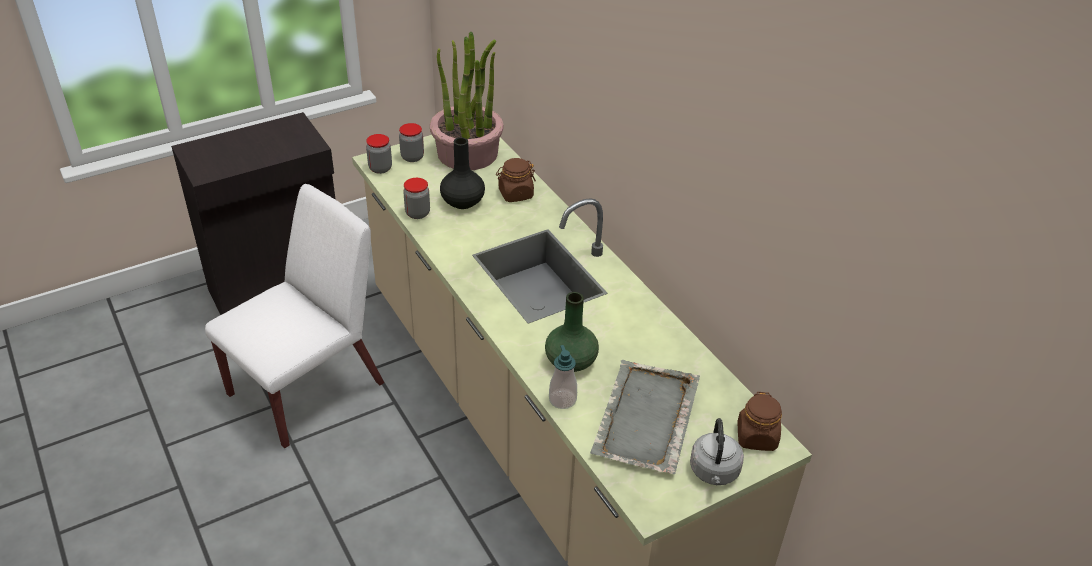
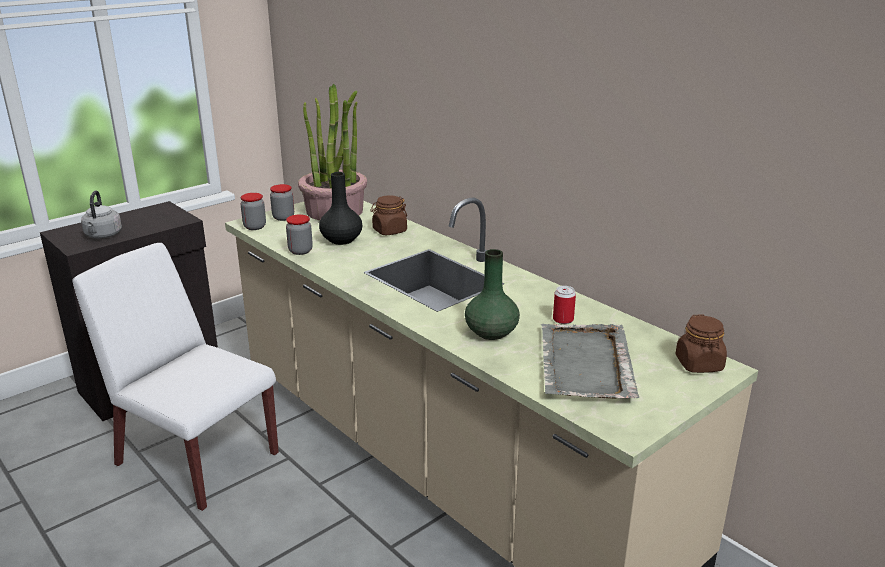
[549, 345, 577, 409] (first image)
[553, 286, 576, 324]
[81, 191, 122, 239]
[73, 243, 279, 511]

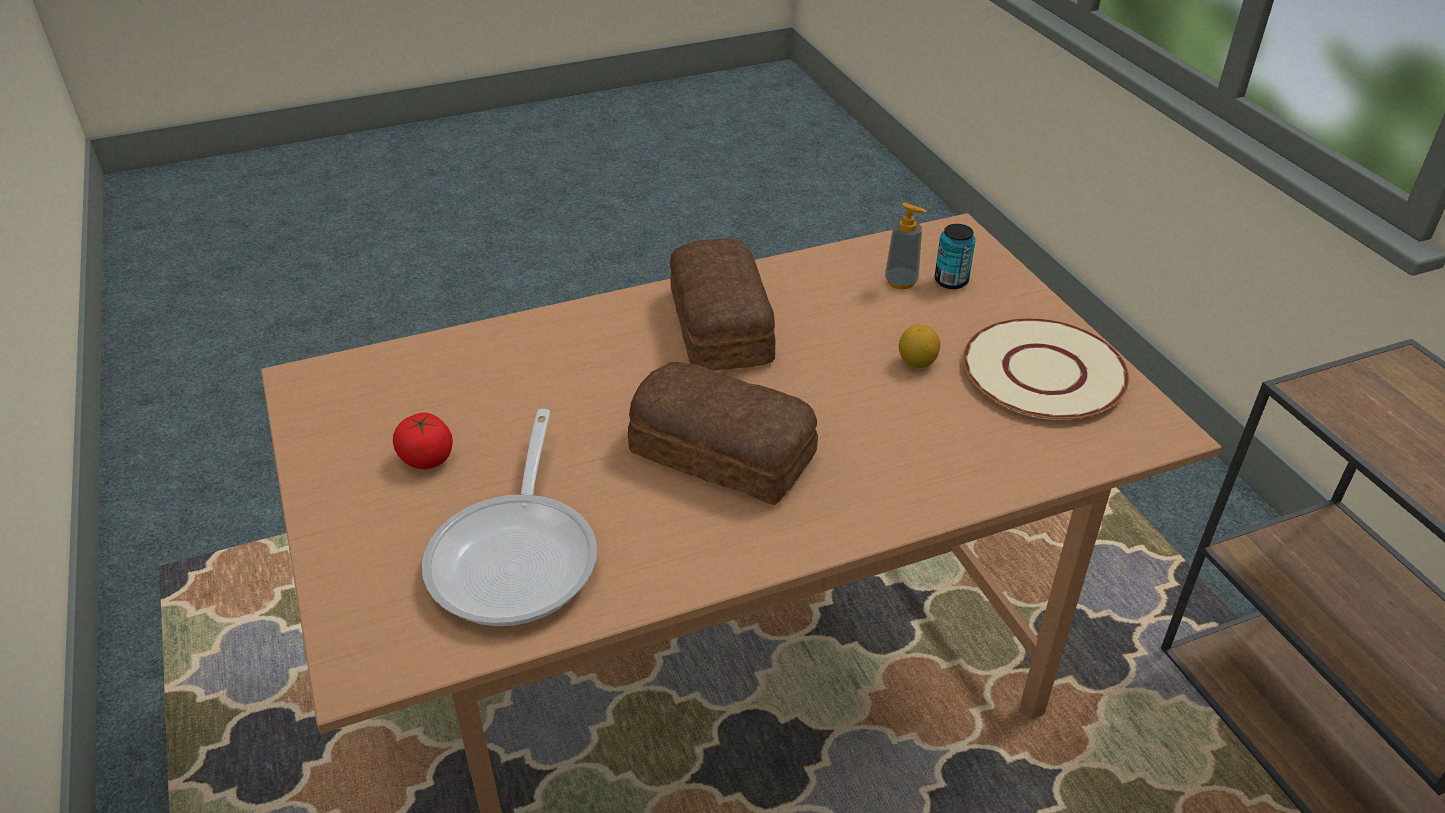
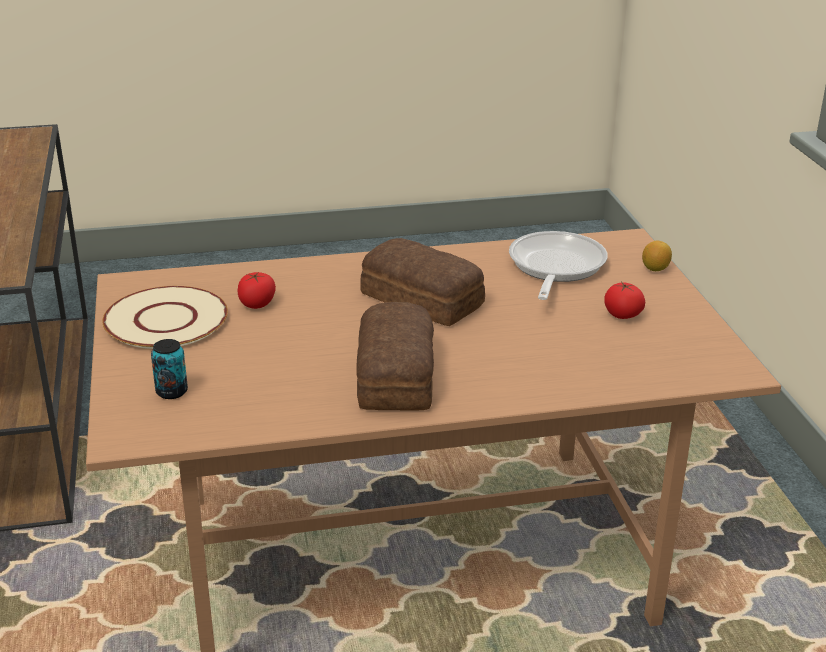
[885, 202, 927, 289] (first image)
[238, 272, 276, 309]
[642, 241, 672, 271]

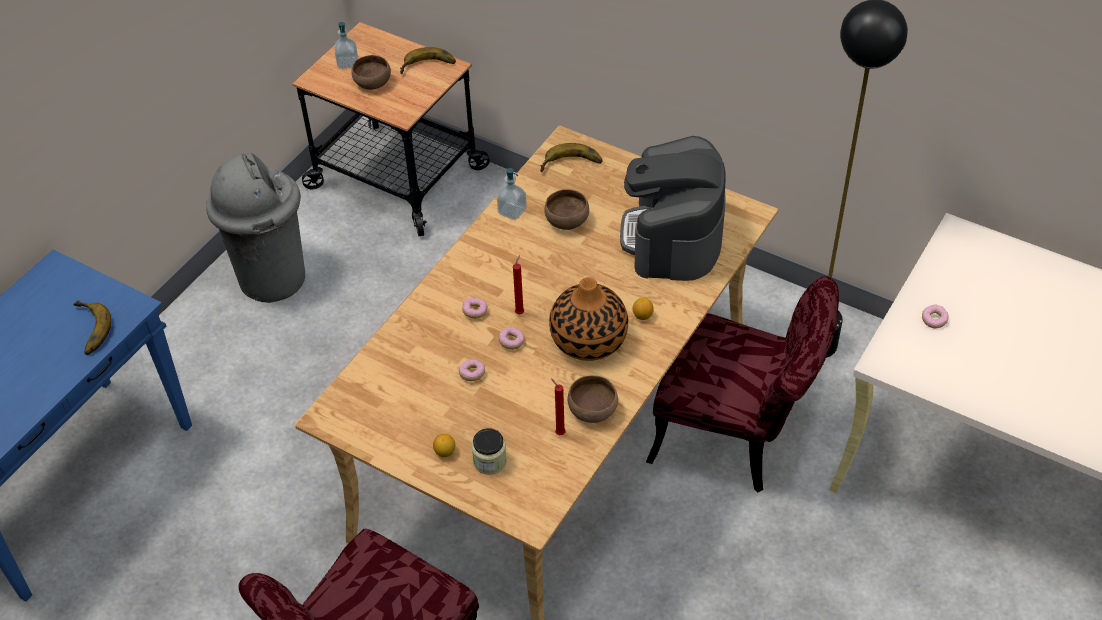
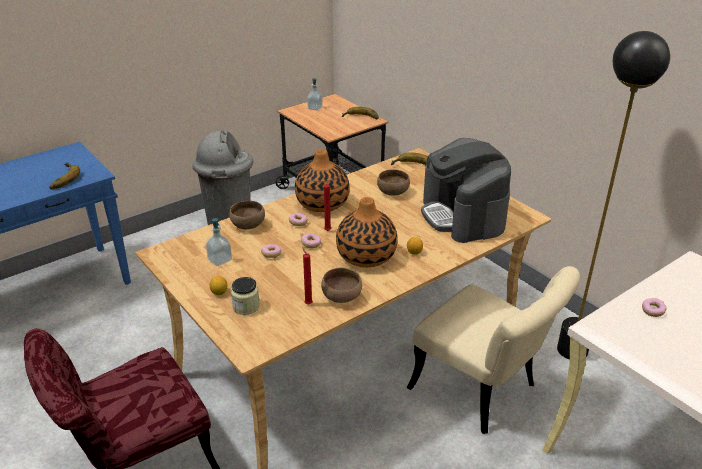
[295, 149, 350, 212]
[229, 201, 265, 229]
[206, 218, 232, 266]
[407, 266, 580, 434]
[421, 138, 511, 243]

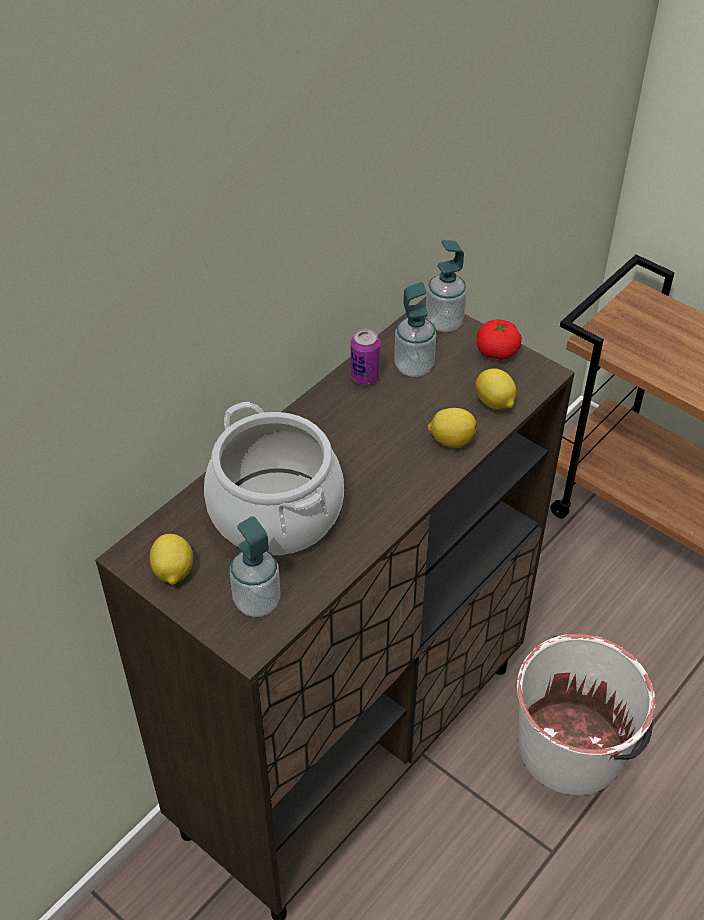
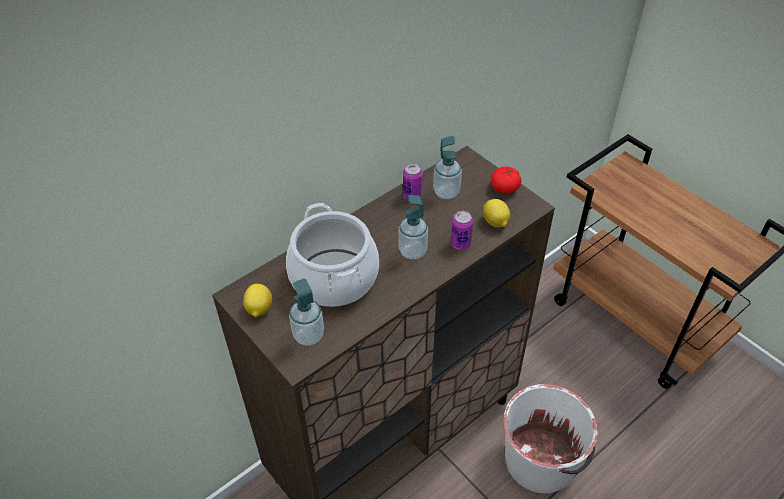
[398, 195, 428, 259]
[451, 211, 473, 250]

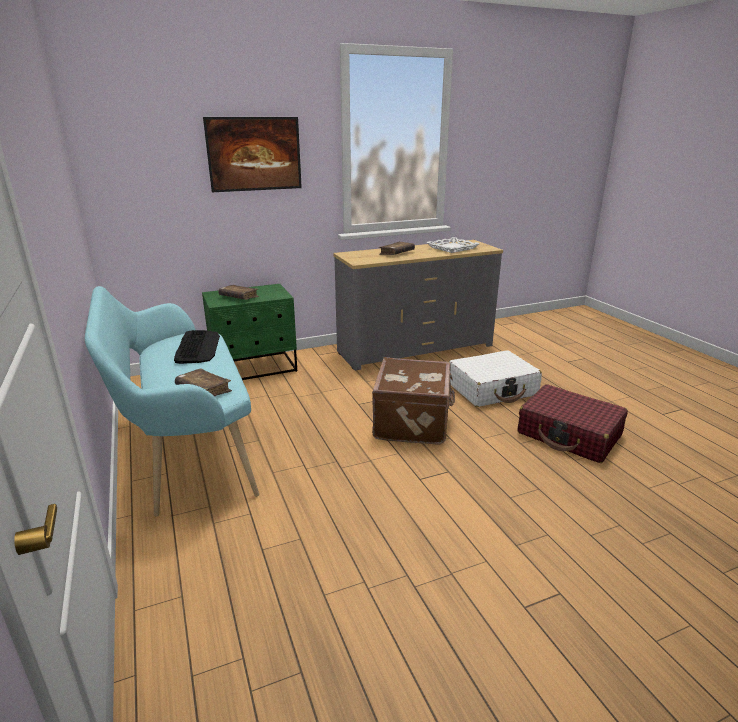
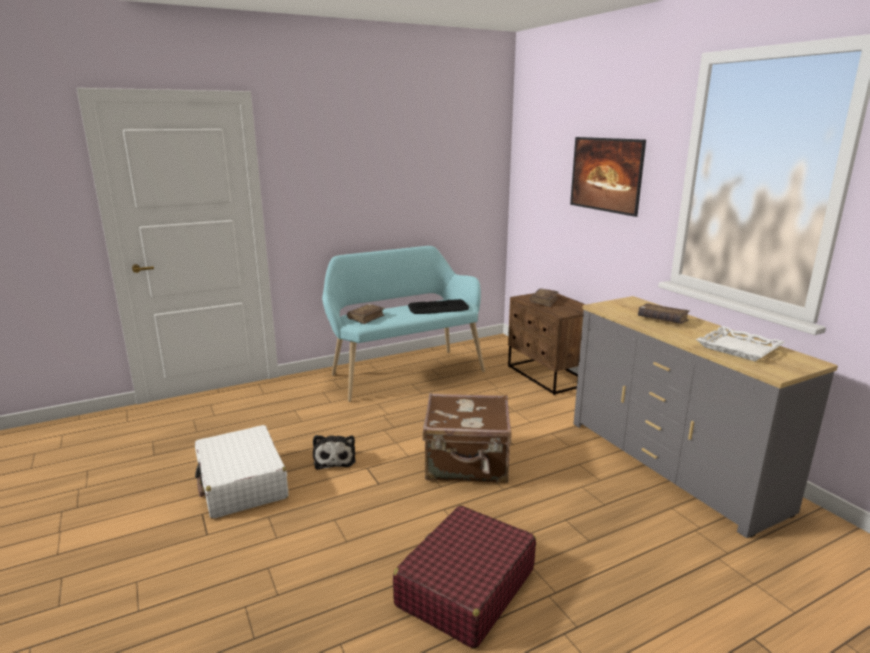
[313, 435, 356, 470]
[195, 425, 288, 519]
[508, 293, 586, 395]

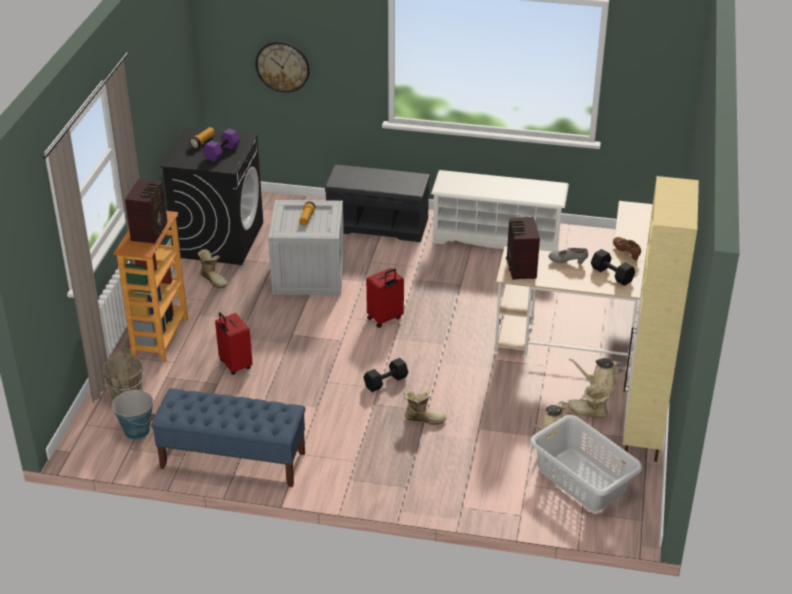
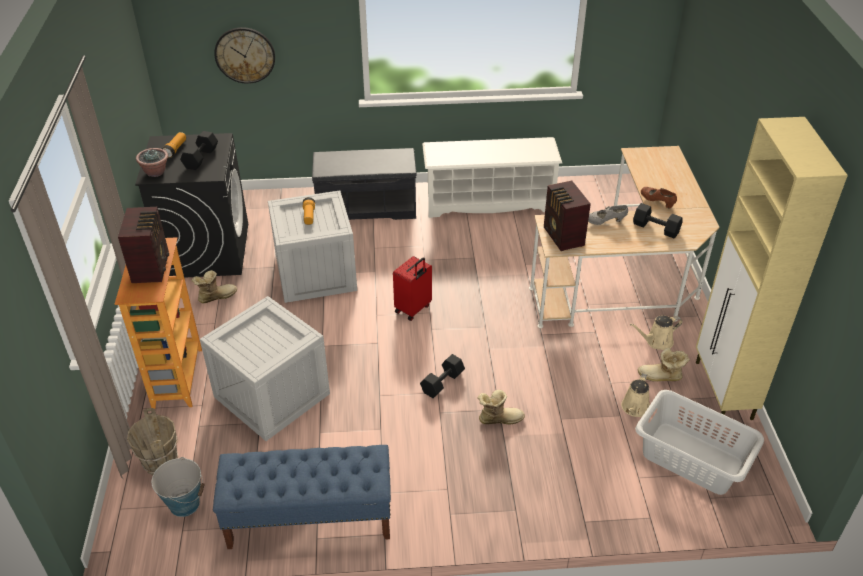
[136, 148, 168, 177]
[200, 296, 330, 441]
[180, 131, 218, 170]
[191, 270, 237, 303]

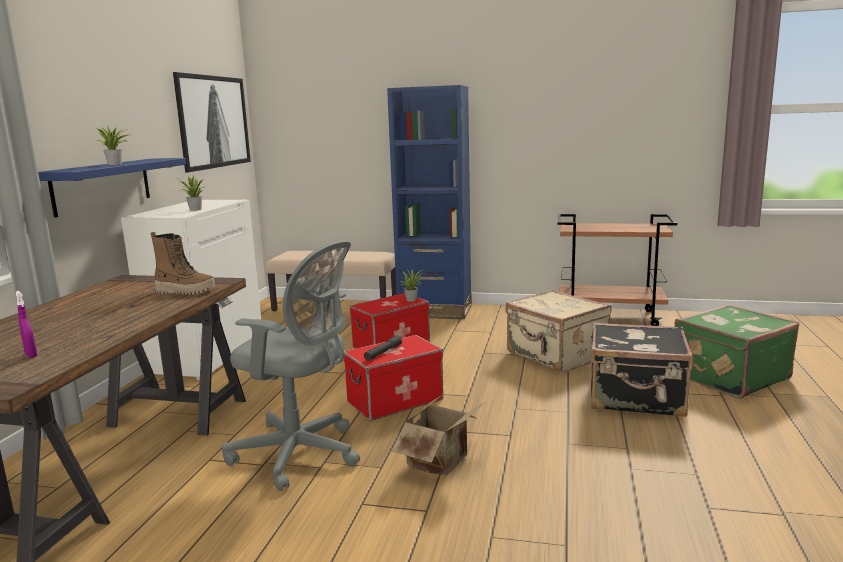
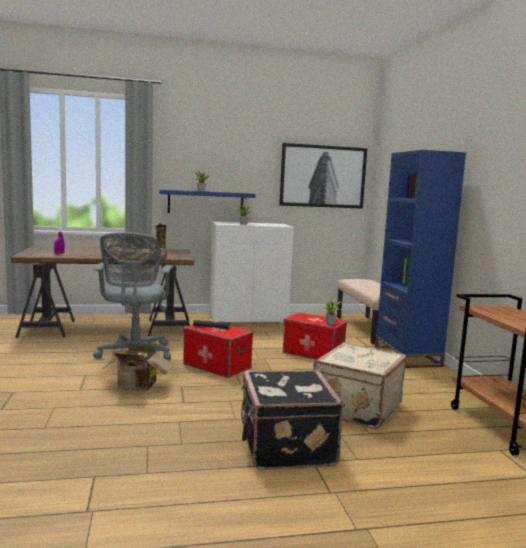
[674, 304, 800, 399] (first image)

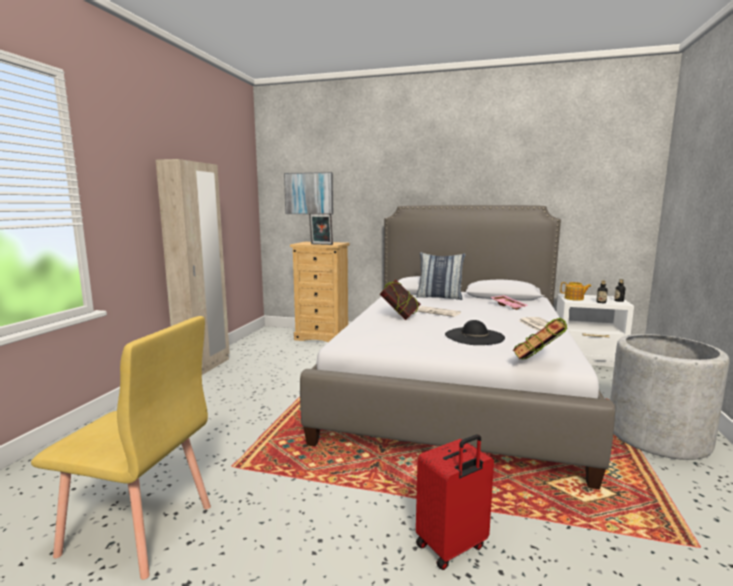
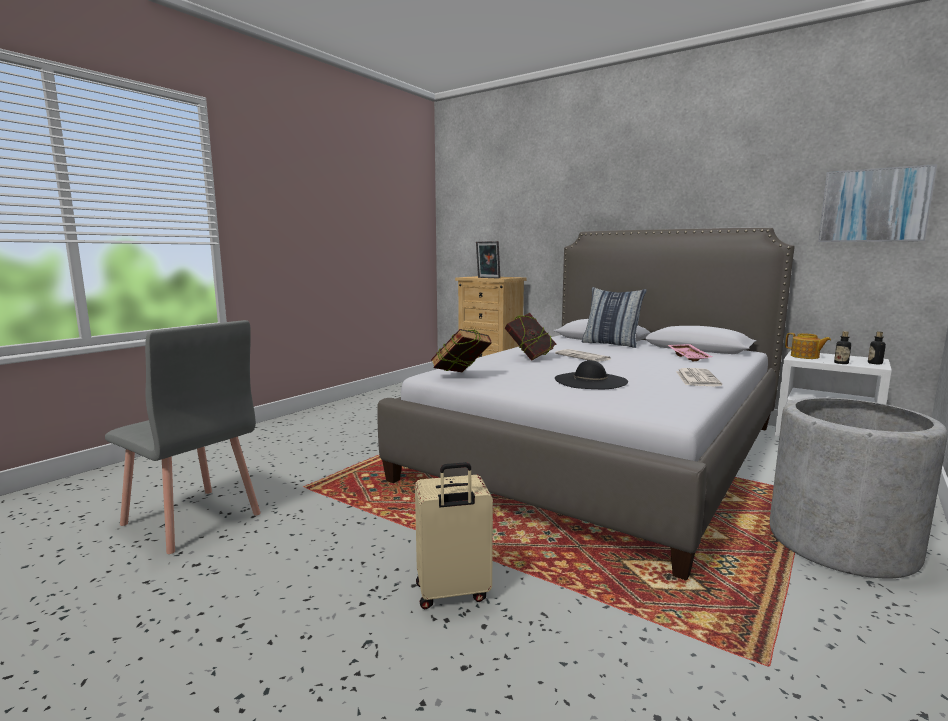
[156, 159, 230, 375] (first image)
[818, 164, 937, 242]
[431, 329, 492, 372]
[105, 320, 261, 554]
[415, 462, 493, 609]

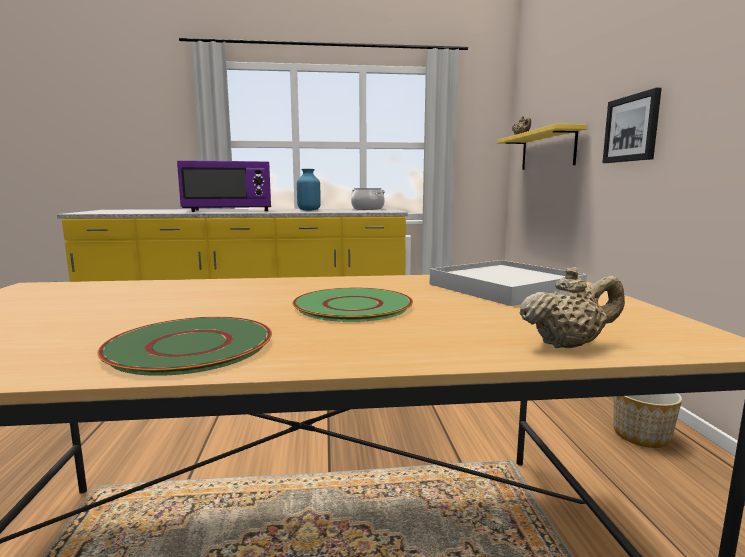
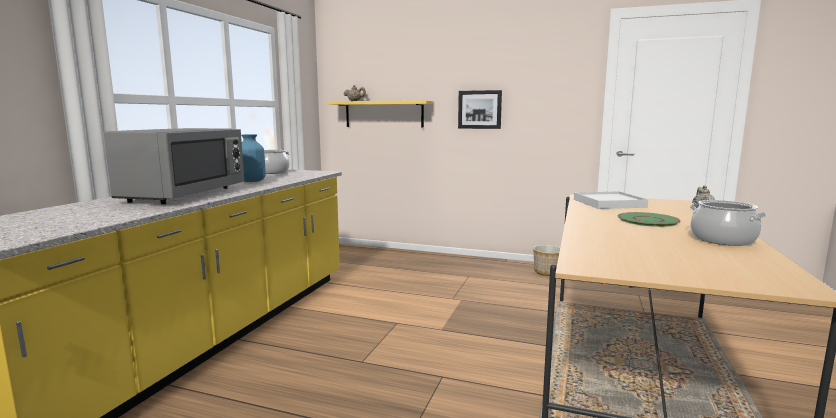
[690, 200, 767, 246]
[104, 128, 244, 204]

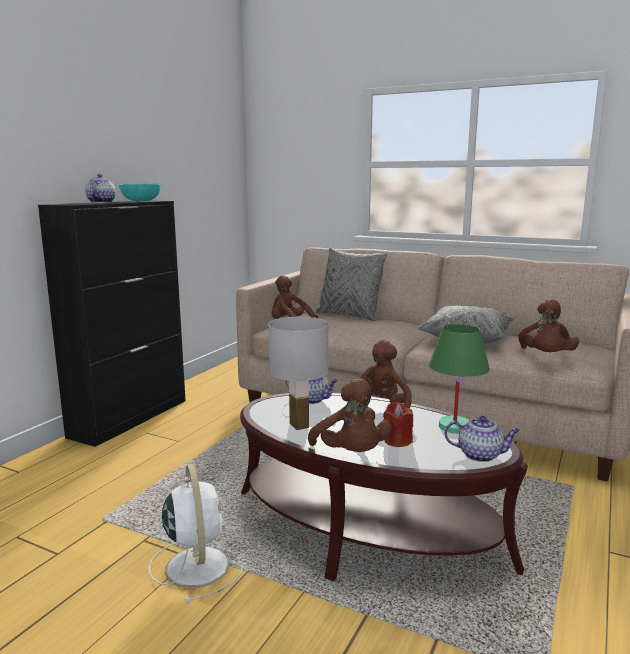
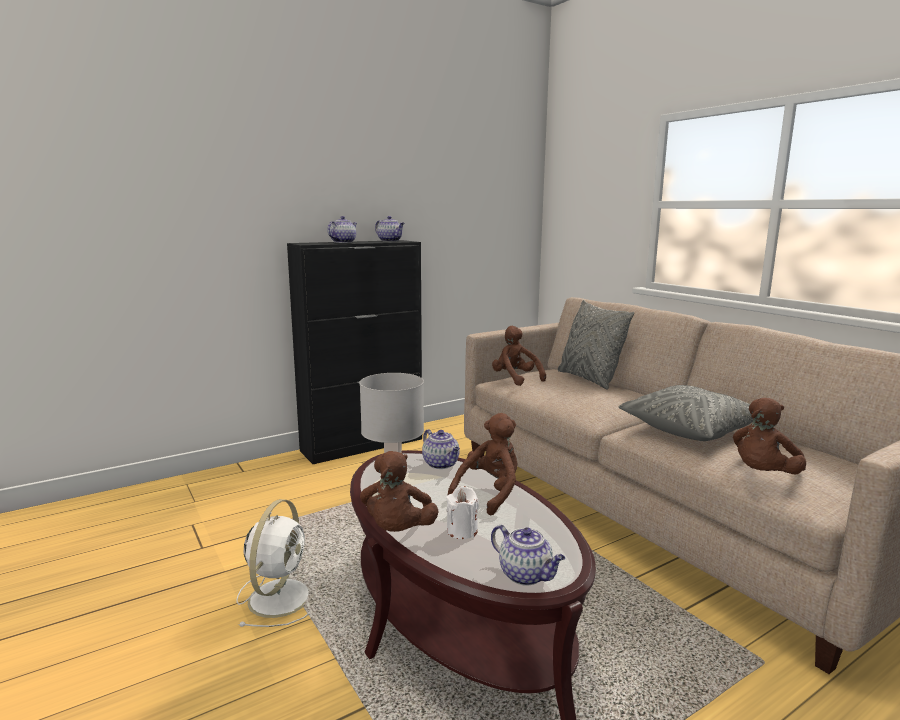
[429, 324, 490, 434] (first image)
[375, 216, 404, 242]
[446, 486, 479, 539]

